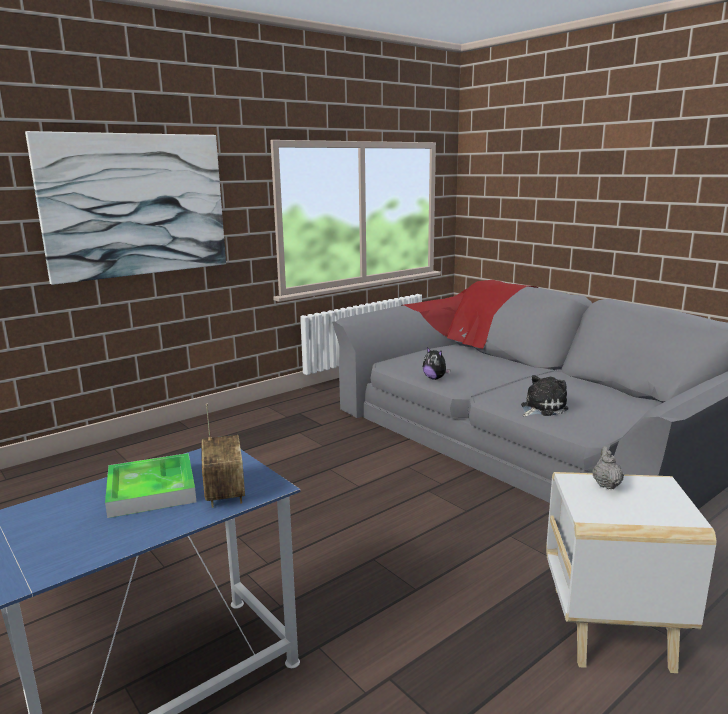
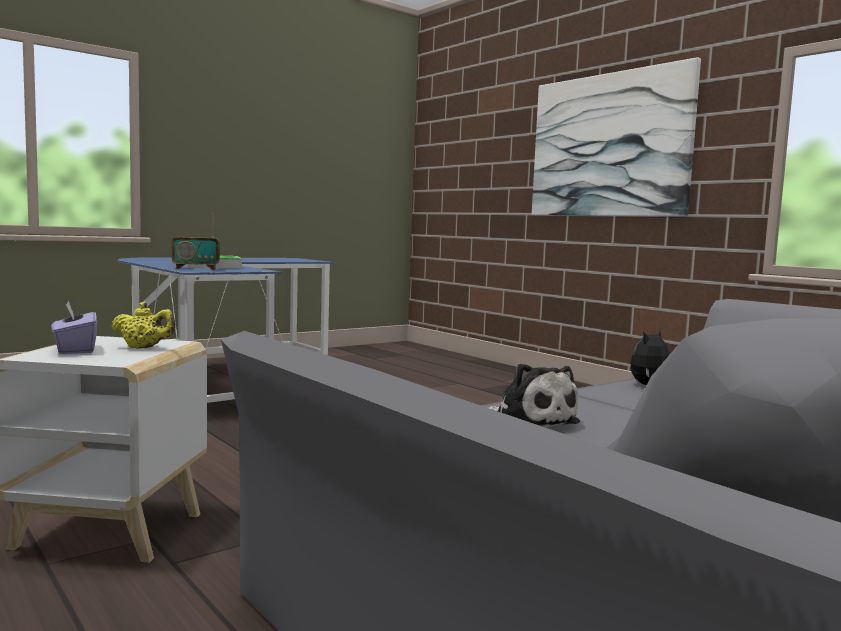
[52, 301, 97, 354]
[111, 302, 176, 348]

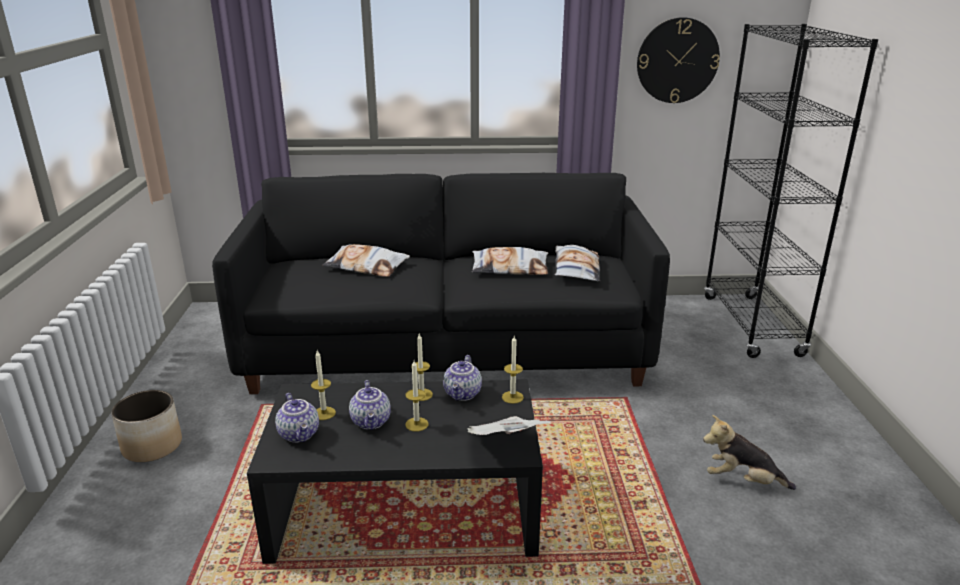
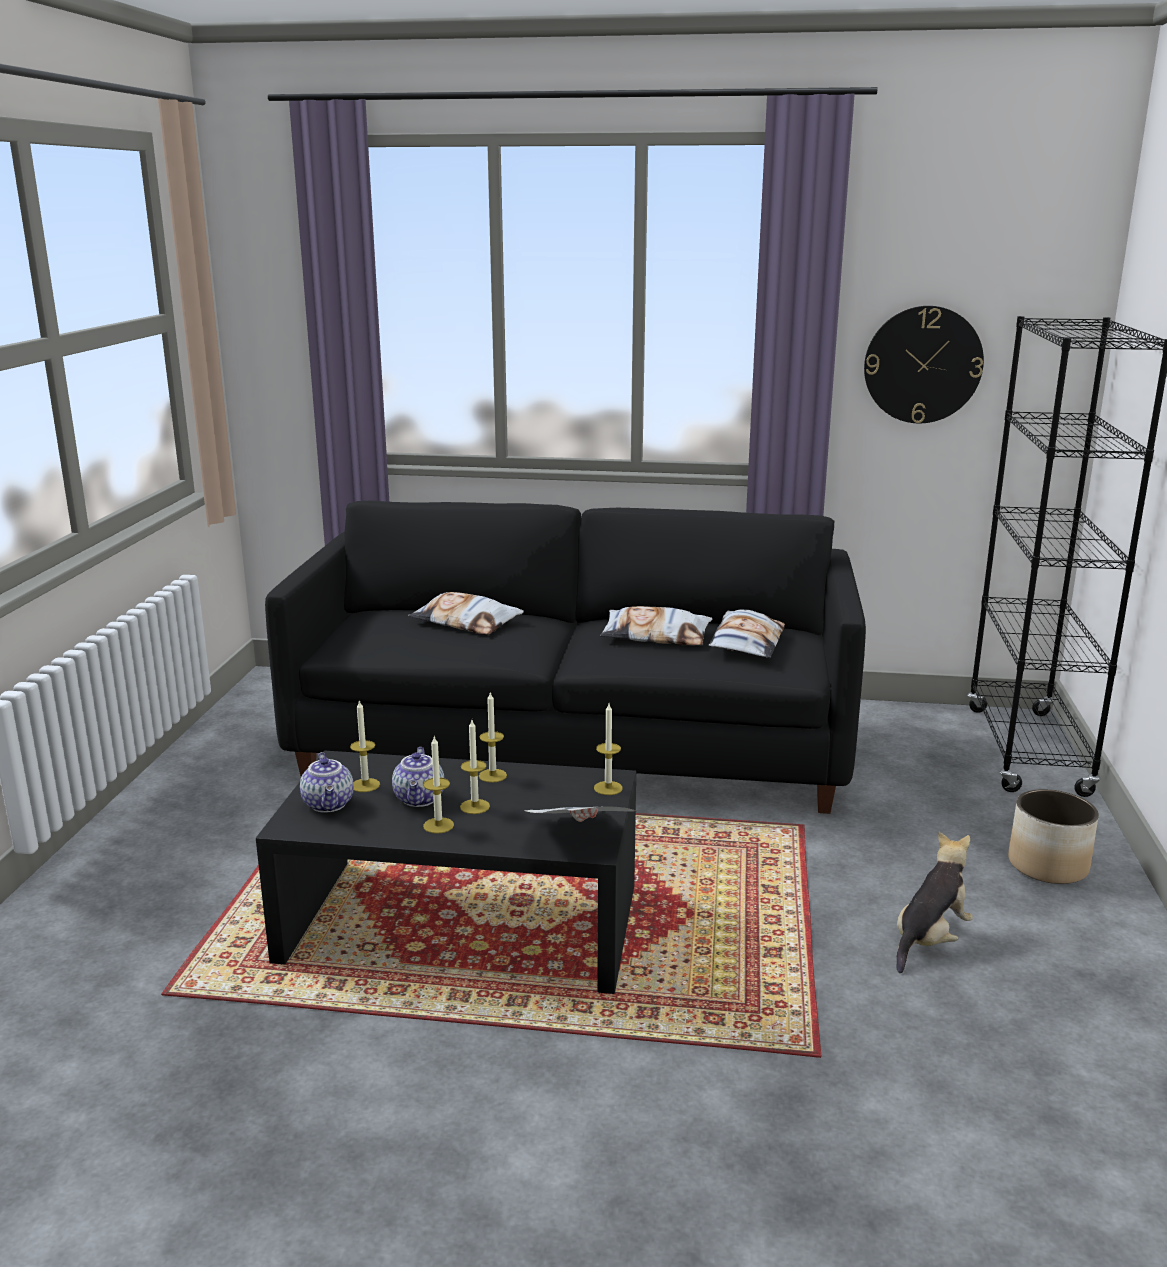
[443, 355, 482, 401] (first image)
[423, 735, 454, 834]
[1008, 789, 1099, 884]
[897, 832, 973, 973]

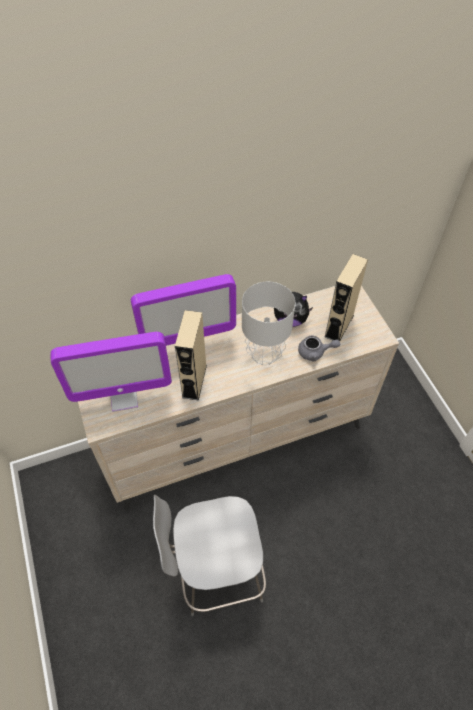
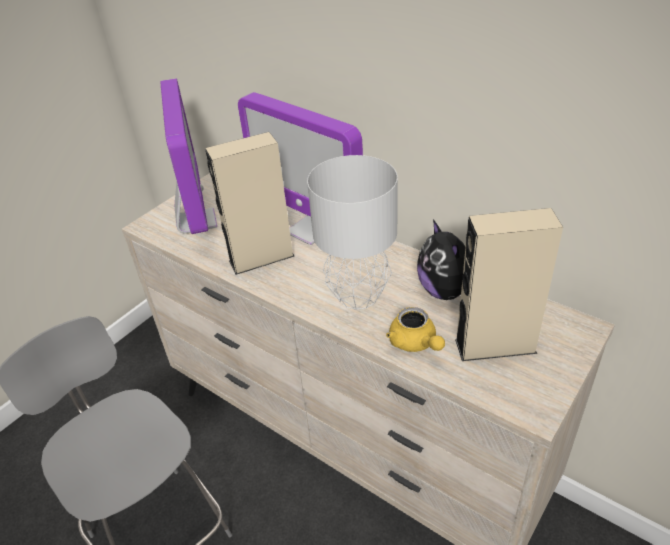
[386, 307, 445, 352]
[160, 79, 217, 234]

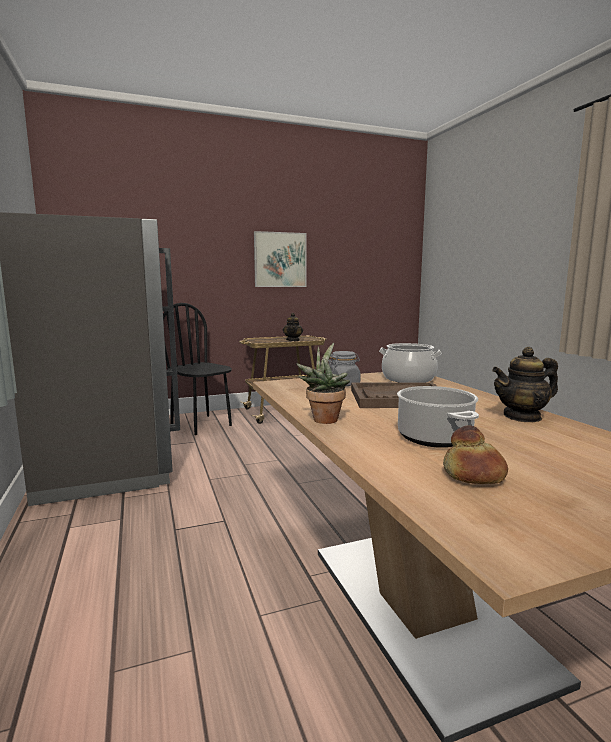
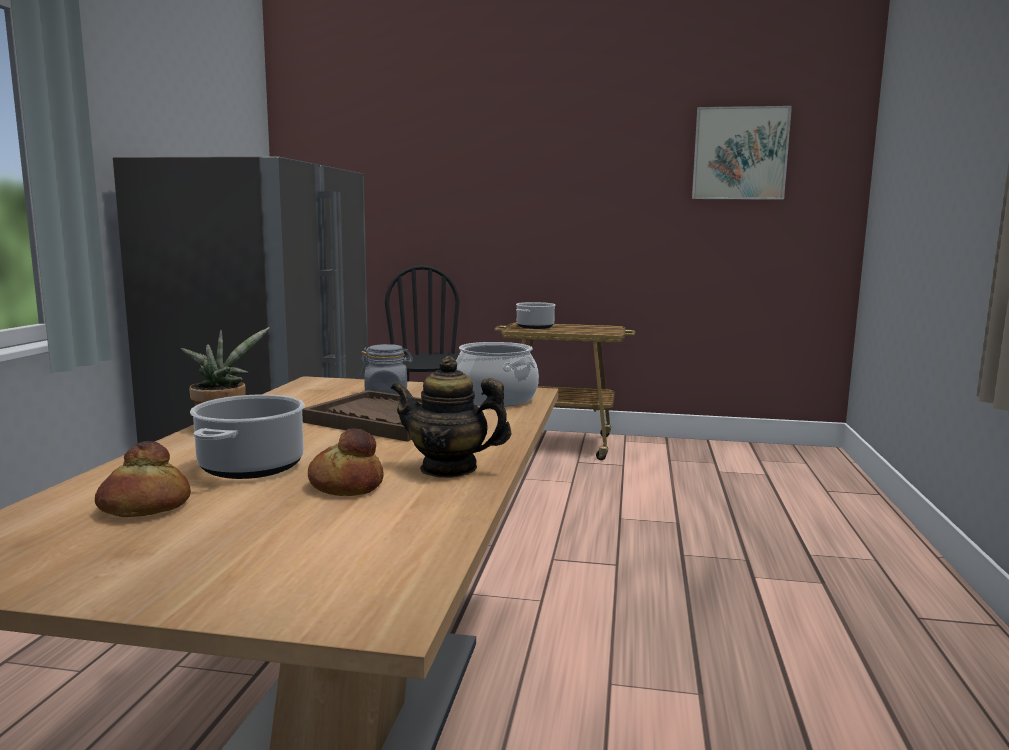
[283, 313, 303, 341] (first image)
[308, 429, 384, 496]
[516, 302, 556, 329]
[692, 106, 792, 200]

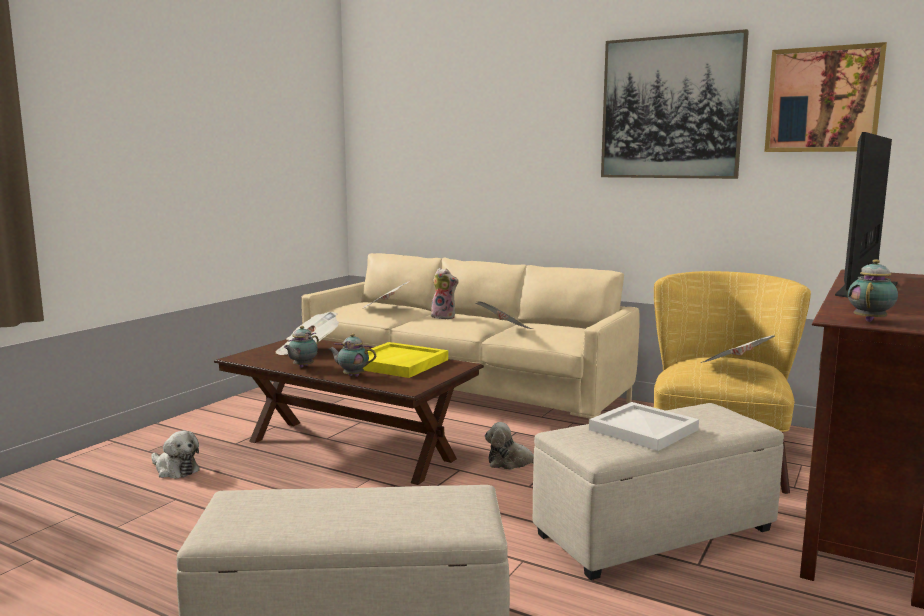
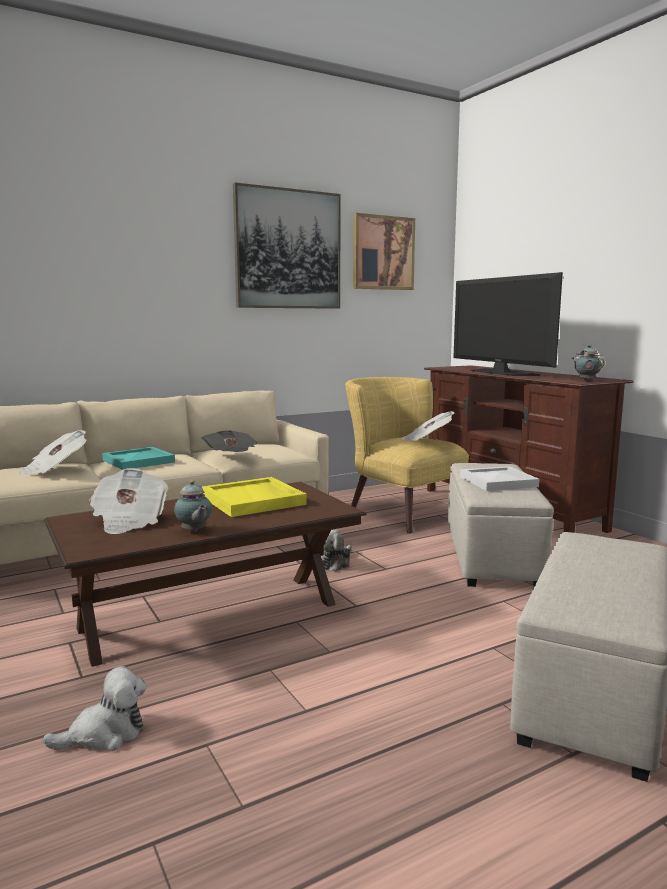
[329, 333, 376, 377] (first image)
[102, 447, 175, 470]

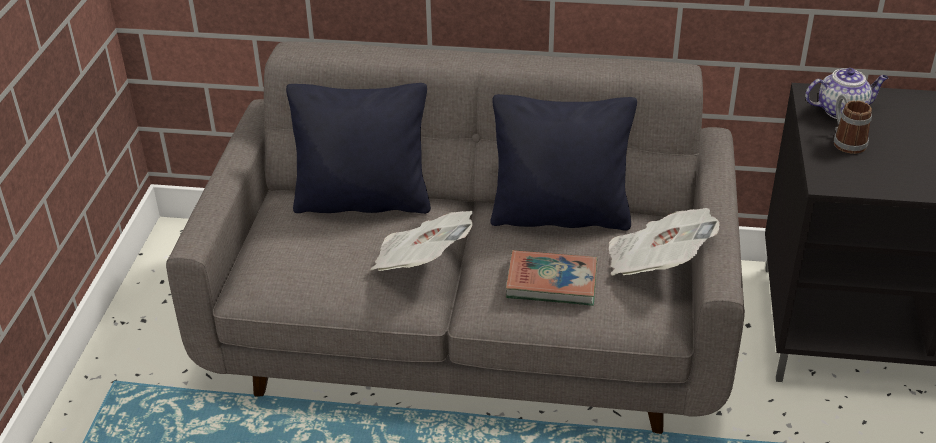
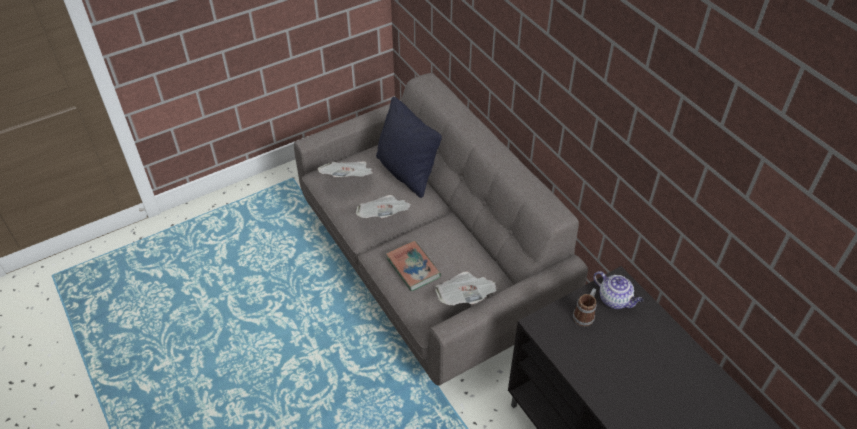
[490, 94, 637, 230] (first image)
[318, 161, 373, 177]

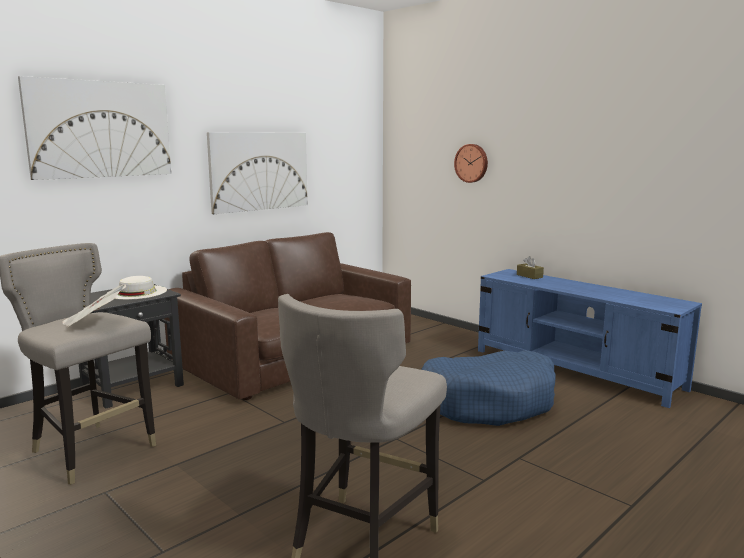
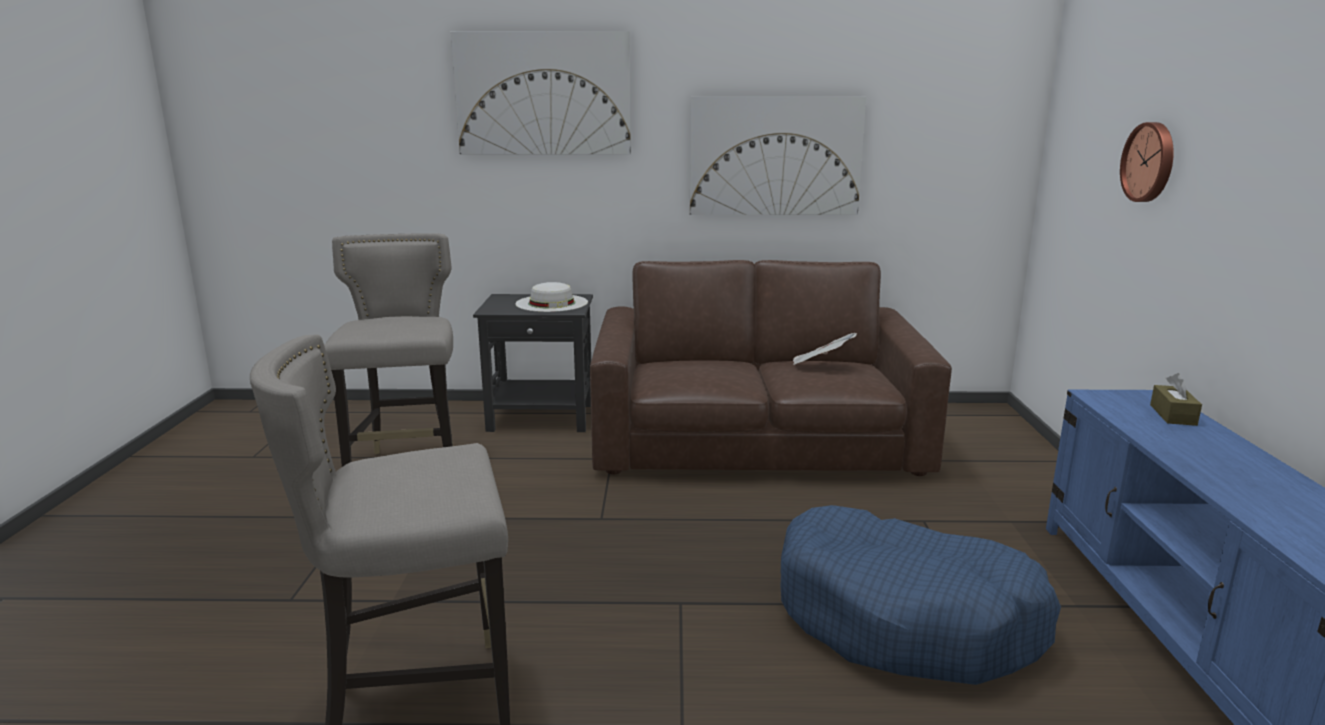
[793, 333, 857, 365]

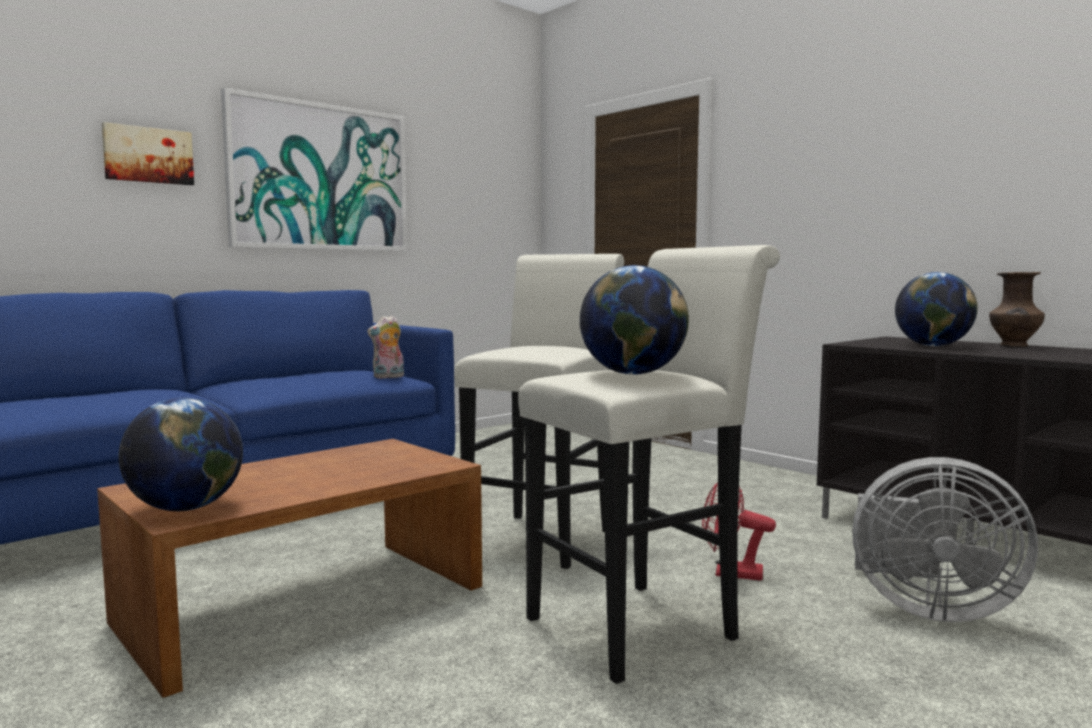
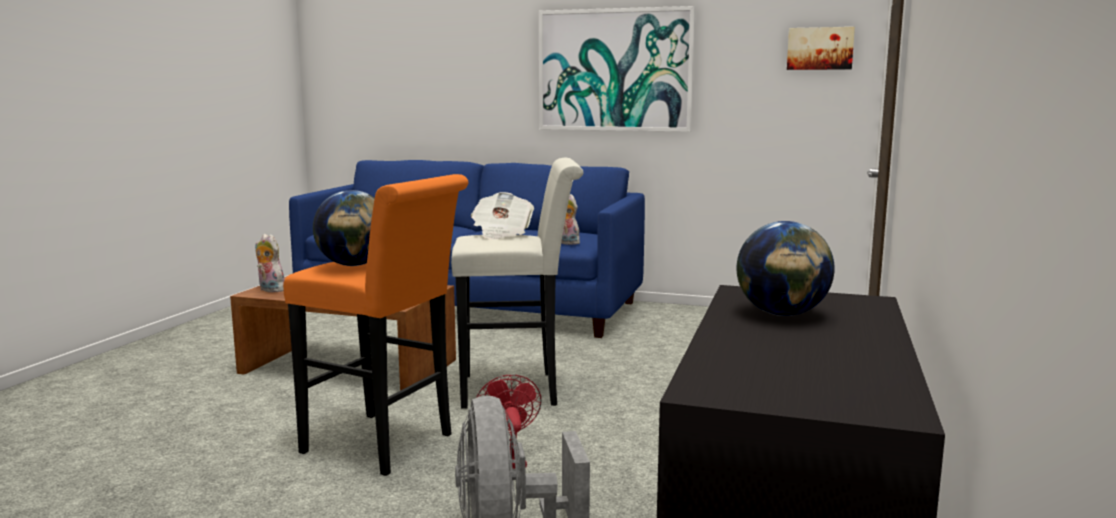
[989, 272, 1045, 346] (first image)
[471, 192, 535, 239]
[787, 27, 855, 70]
[255, 234, 285, 292]
[283, 174, 468, 476]

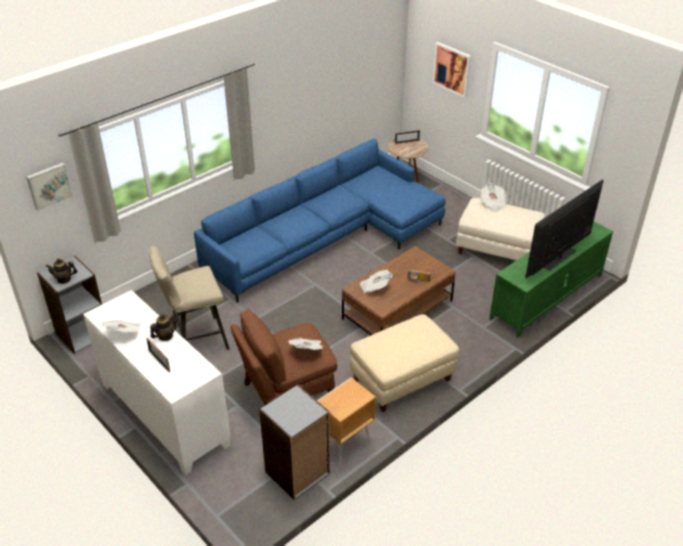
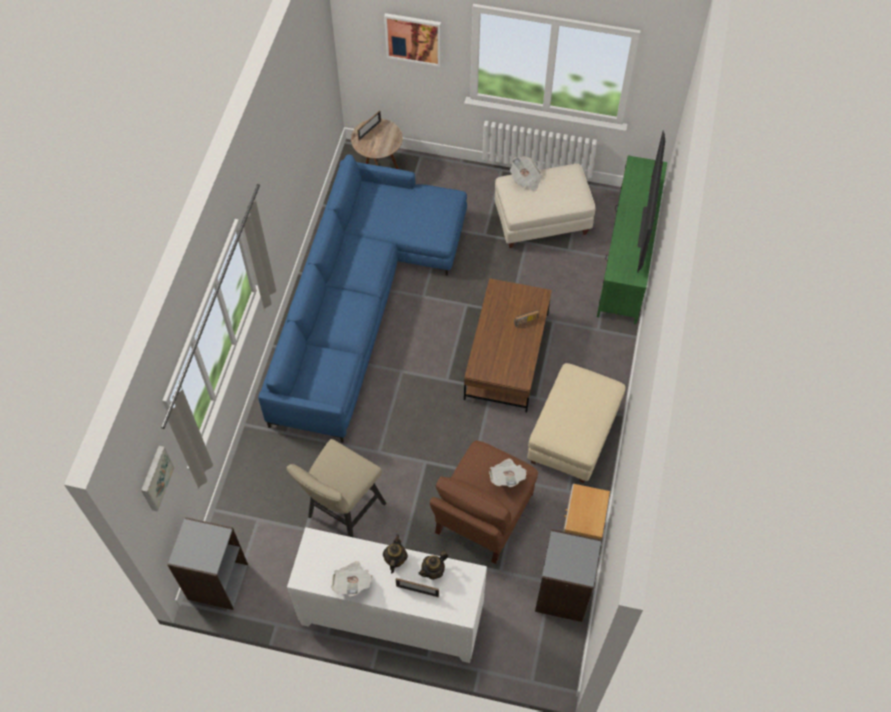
[360, 270, 392, 293] (first image)
[419, 551, 448, 580]

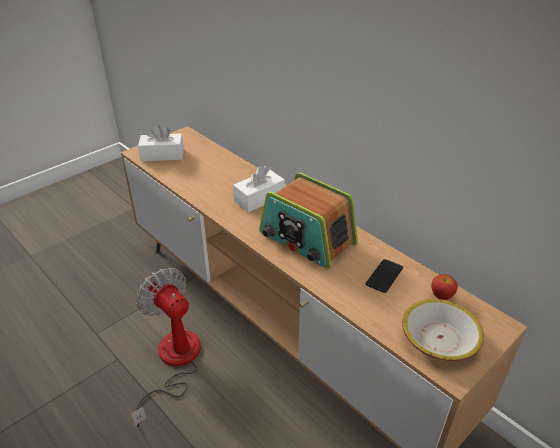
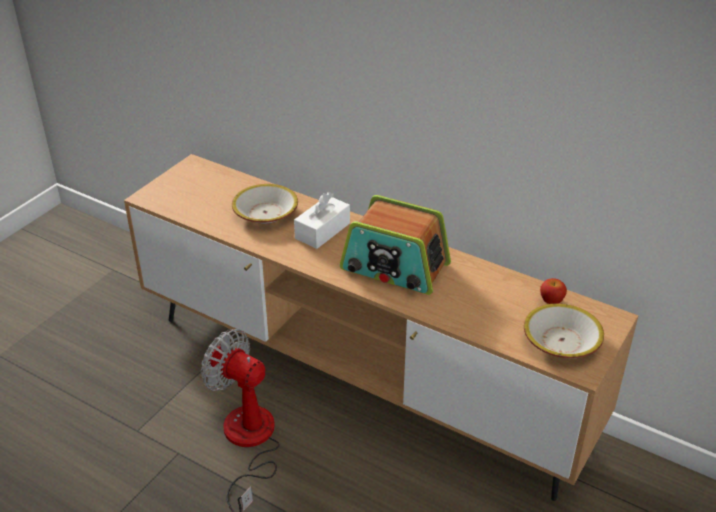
[138, 124, 184, 162] (first image)
[366, 259, 403, 293] (first image)
[232, 184, 298, 224]

